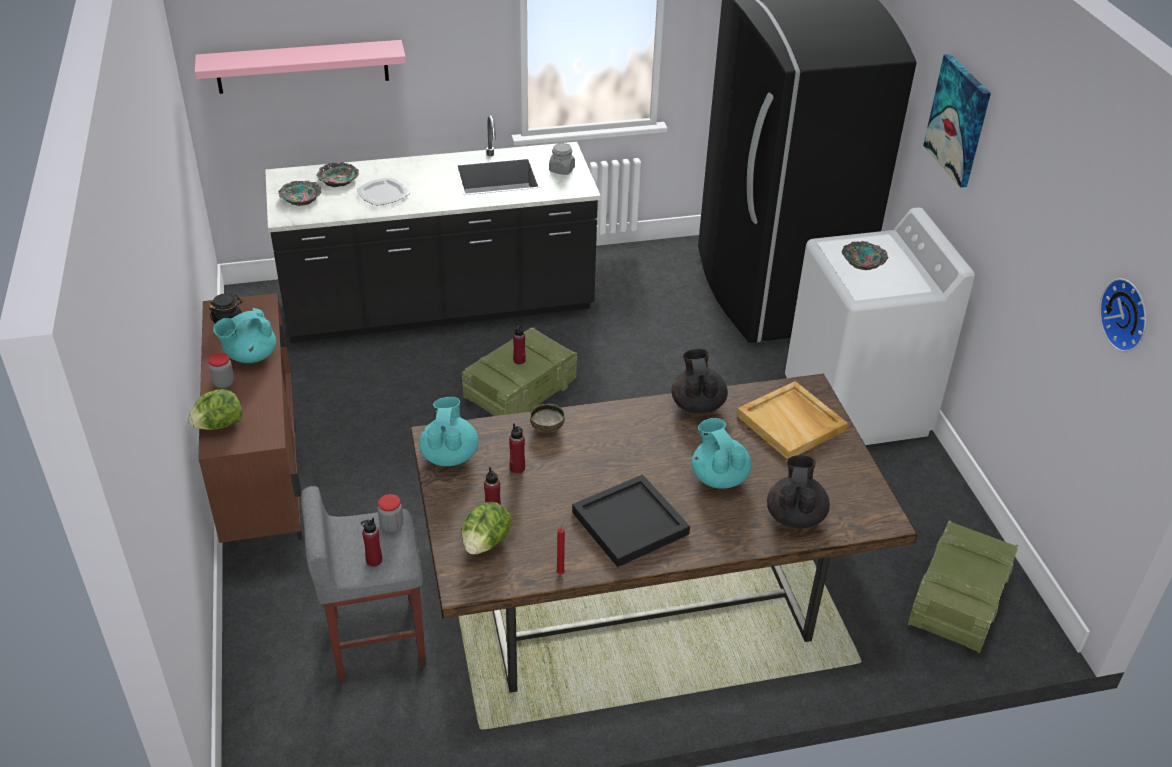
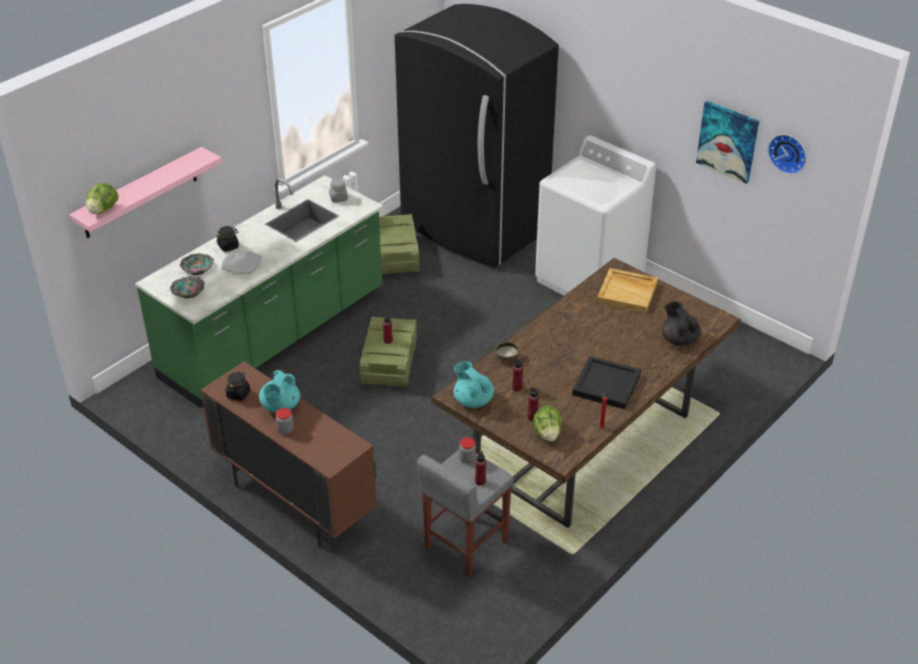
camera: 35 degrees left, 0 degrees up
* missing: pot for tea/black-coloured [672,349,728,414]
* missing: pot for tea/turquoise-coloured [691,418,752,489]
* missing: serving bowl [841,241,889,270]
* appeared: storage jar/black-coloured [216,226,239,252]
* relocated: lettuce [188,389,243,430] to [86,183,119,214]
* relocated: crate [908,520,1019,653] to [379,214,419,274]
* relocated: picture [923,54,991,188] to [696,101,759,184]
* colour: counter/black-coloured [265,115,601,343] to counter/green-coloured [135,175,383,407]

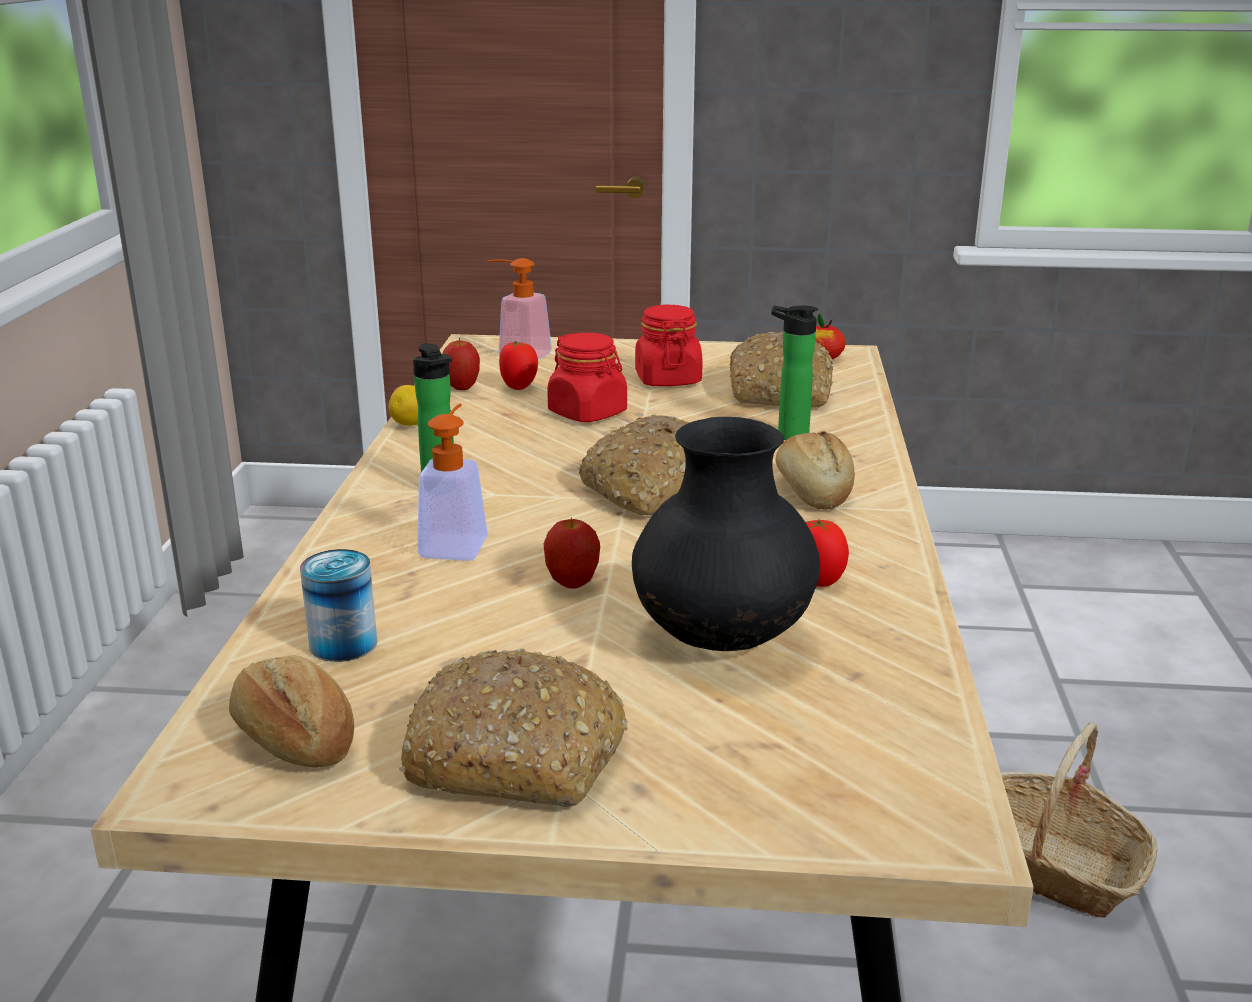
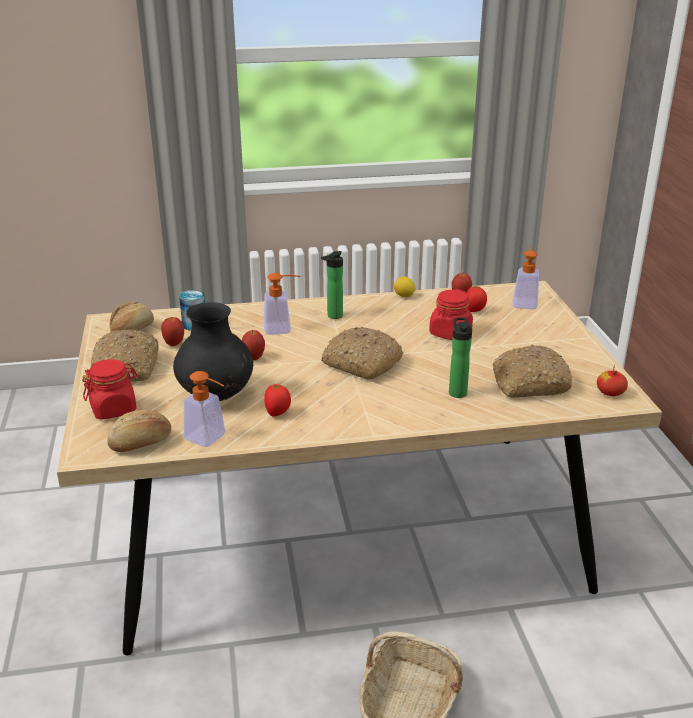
camera: 75 degrees right, 5 degrees up
* appeared: apple fruit [161,317,184,346]
* appeared: soap bottle [184,371,226,447]
* relocated: storage jar/red [635,305,702,386] to [82,359,138,420]
* relocated: bakery bread [776,431,855,510] to [107,410,171,452]

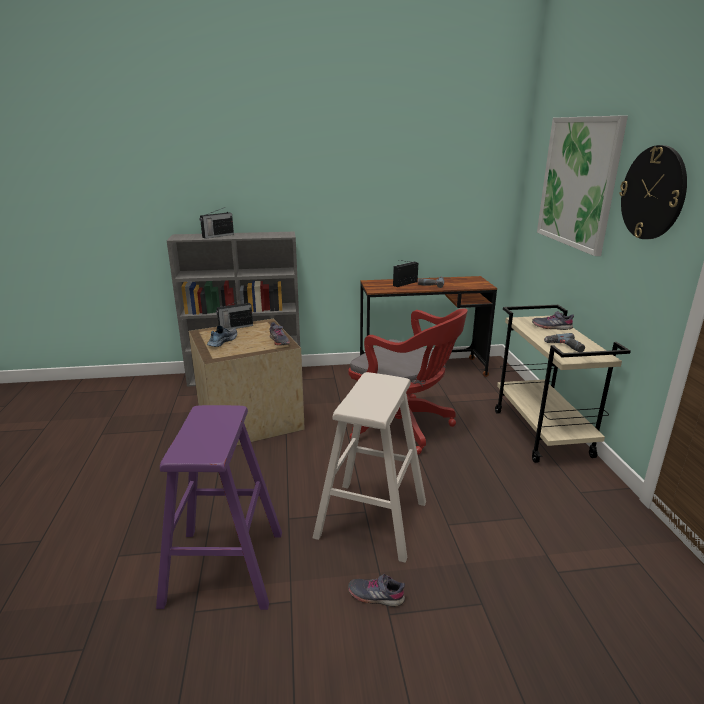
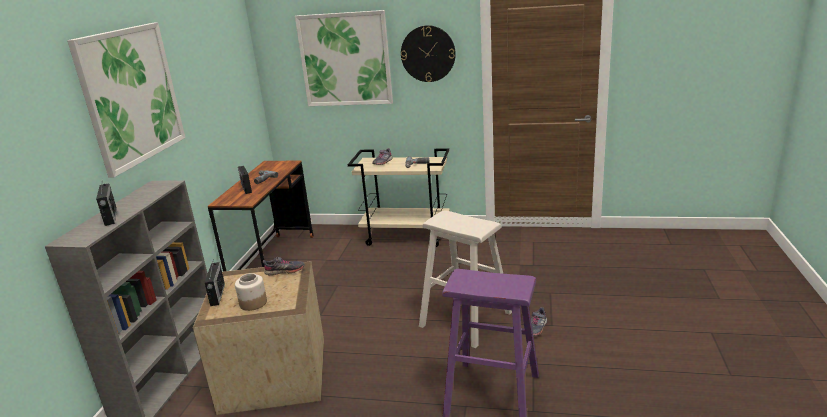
camera: 70 degrees left, 0 degrees up
* missing: computer chair/red [348,308,468,455]
* appeared: picture [67,22,185,177]
* exchanged: low shoe [207,325,237,347] to storage jar [235,273,267,311]

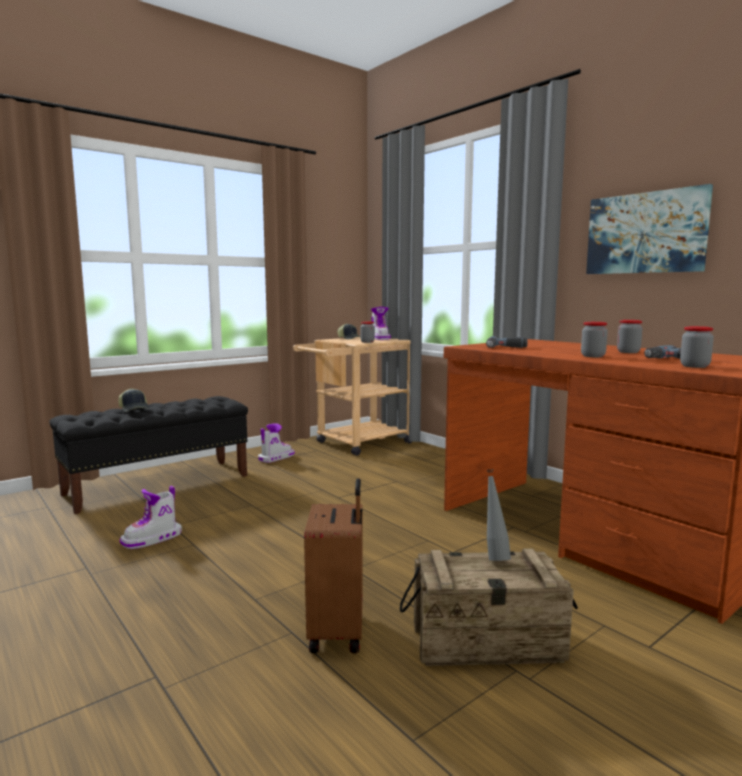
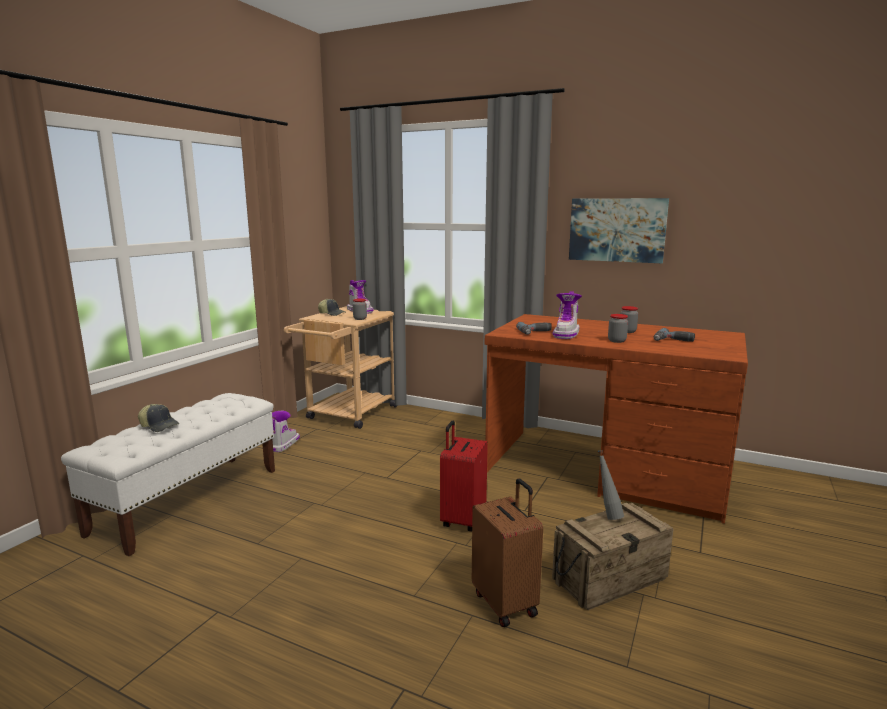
camera: 25 degrees left, 5 degrees up
* missing: storage jar [680,326,714,368]
* appeared: piece of luggage/red [440,421,488,532]
* relocated: boot [120,486,182,549] to [553,291,582,339]
* colour: bench/black-coloured [50,396,248,514] to bench/white-coloured [61,393,275,556]

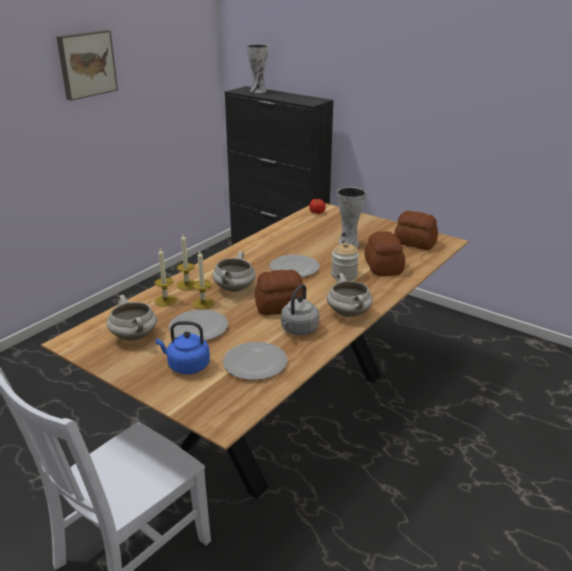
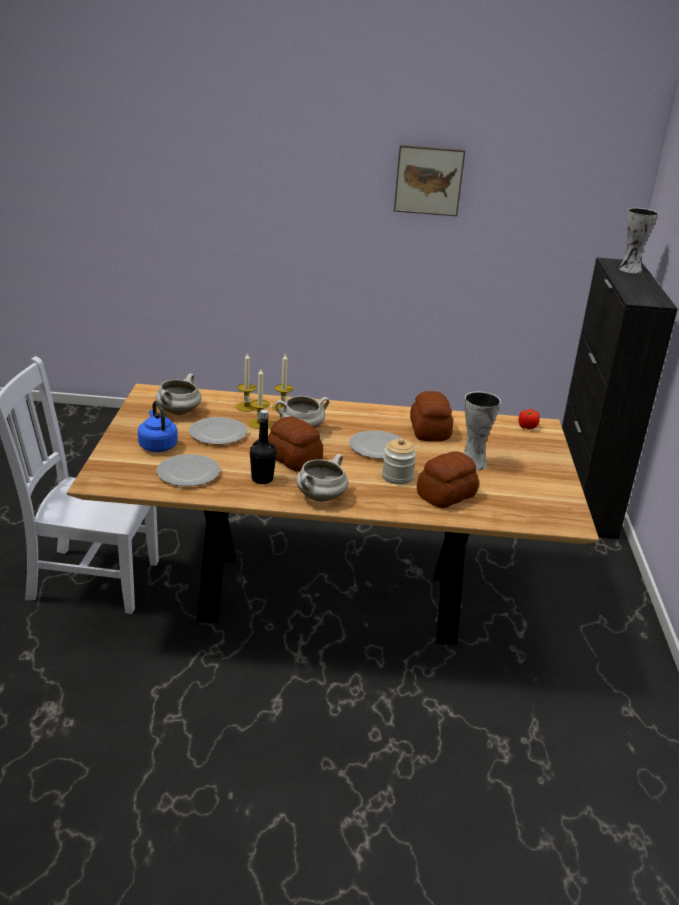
camera: 55 degrees right, 0 degrees up
* relocated: bakery bread [394,211,438,250] to [410,391,453,441]
* exchanged: tea kettle/greyish [281,284,319,335] to bottle/black-coloured [250,410,276,484]

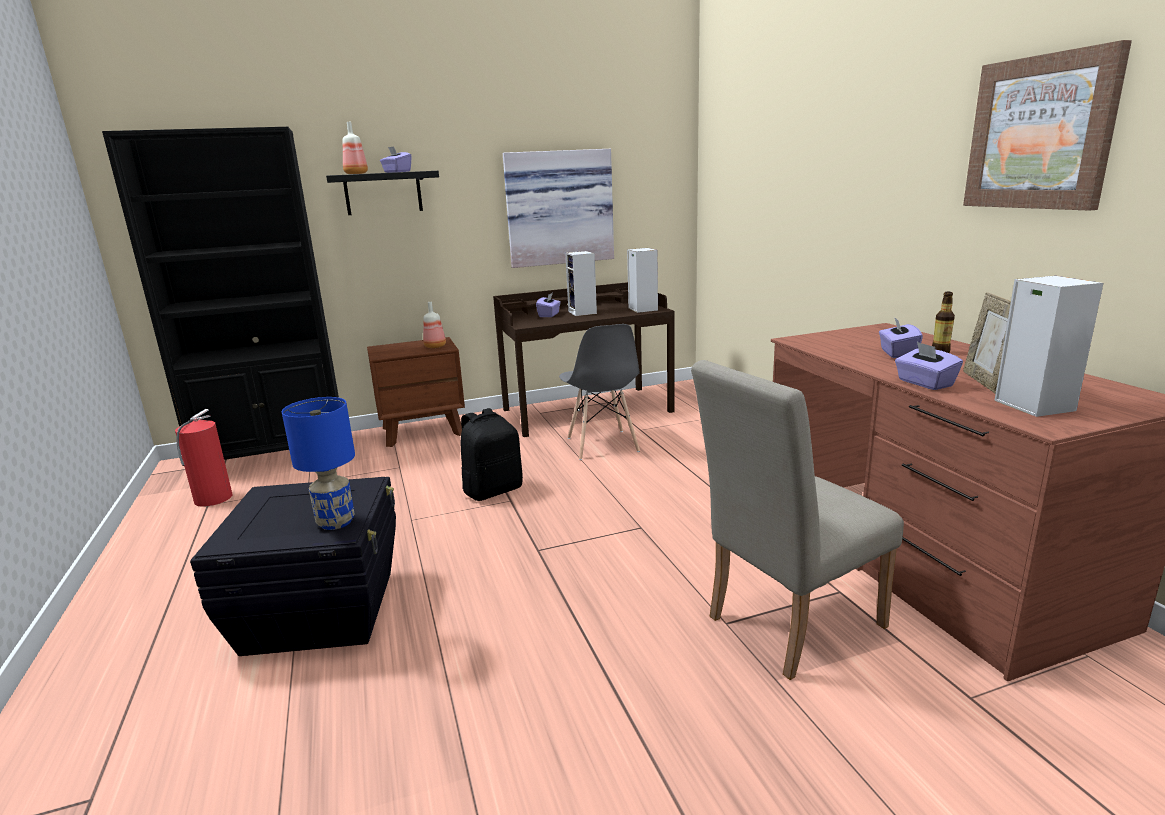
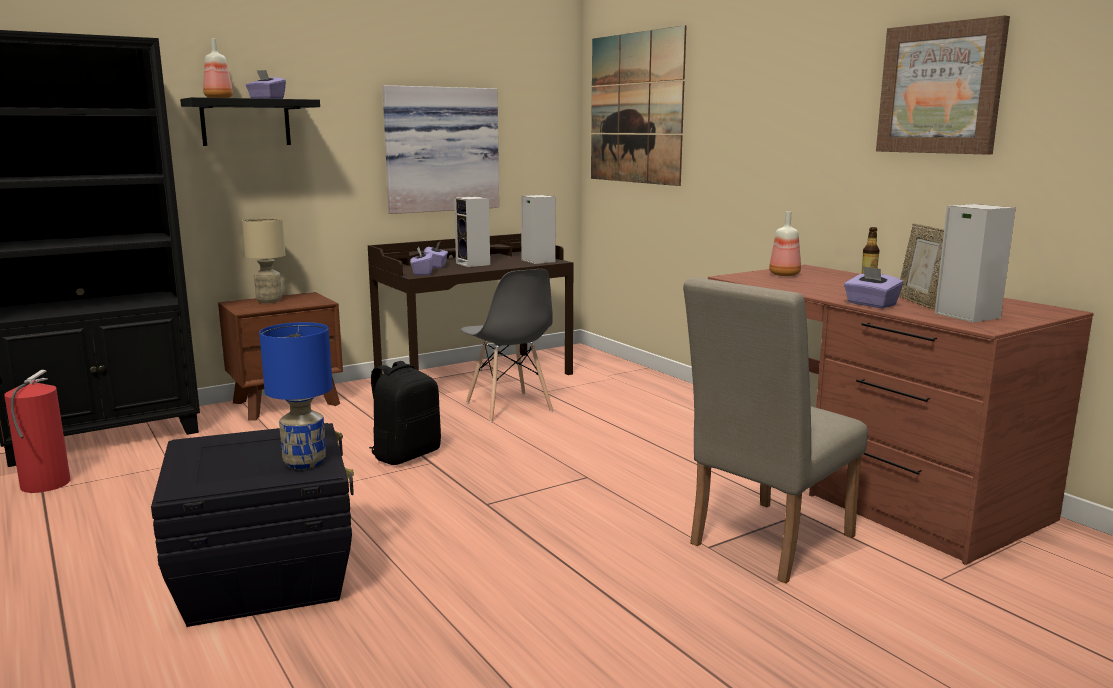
camera: 15 degrees left, 5 degrees down
* appeared: lamp for a table/beige-coloured [242,218,285,303]
* appeared: picture [591,25,687,186]
* relocated: bottle [423,302,446,348] to [769,211,801,276]
* relocated: tissue box/purple-coloured [879,318,923,358] to [410,247,433,275]

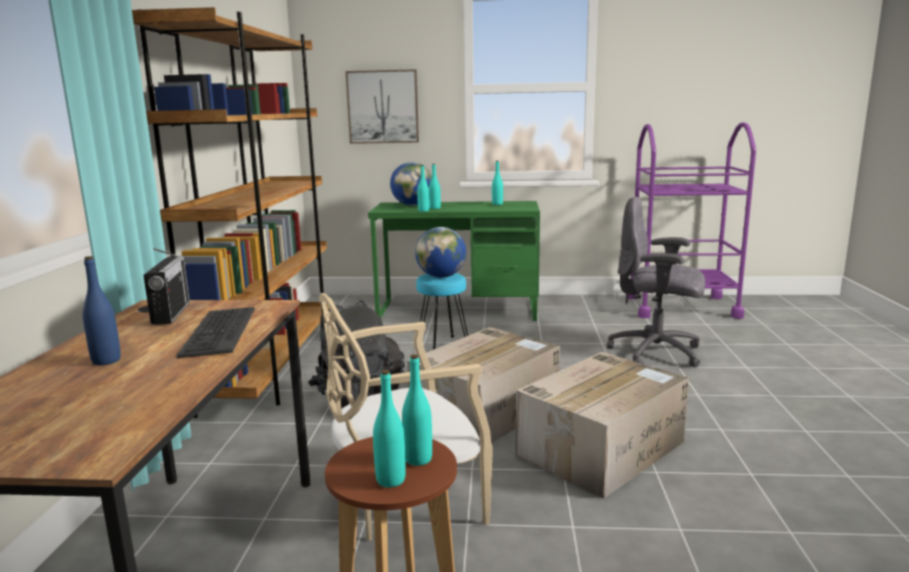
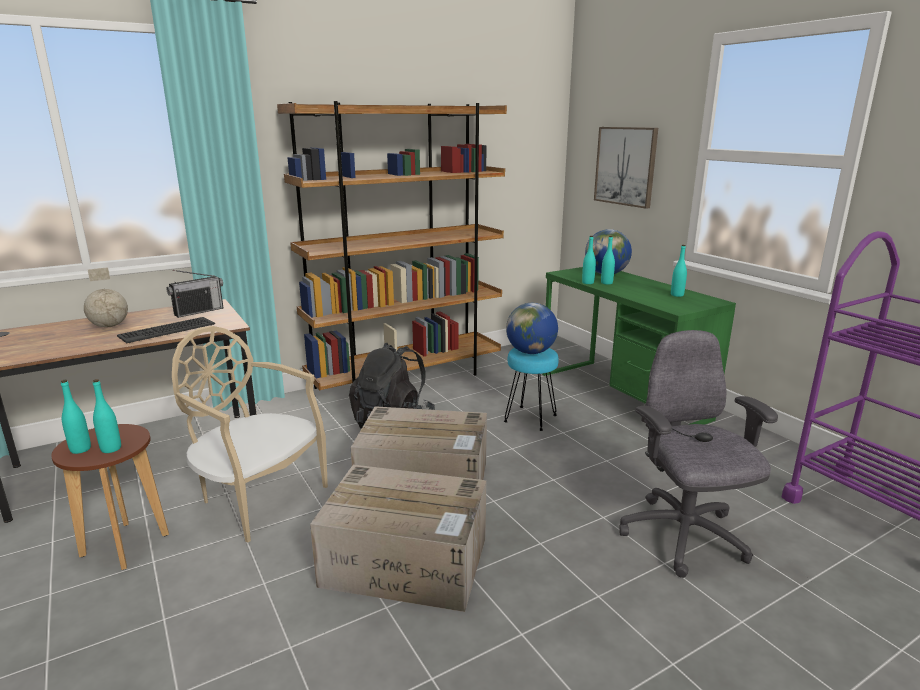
camera: 55 degrees right, 5 degrees up
* exchanged: bottle/blue [83,256,121,365] to world globe [84,267,128,327]

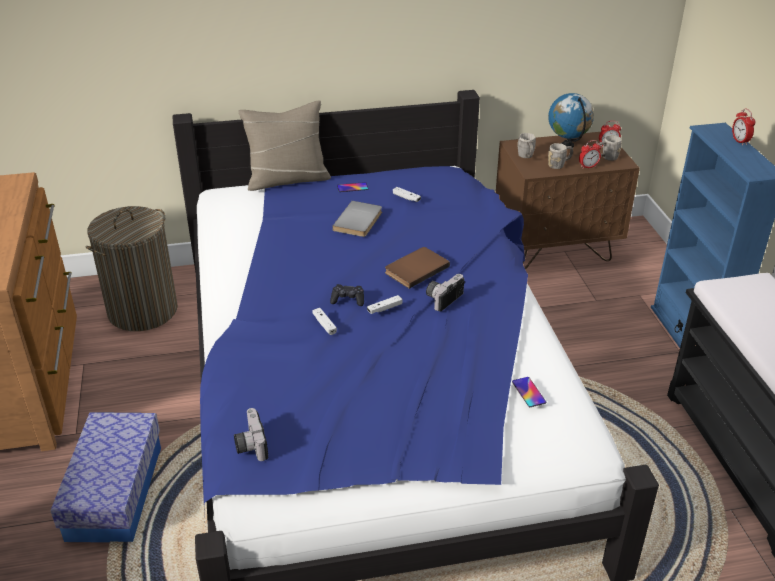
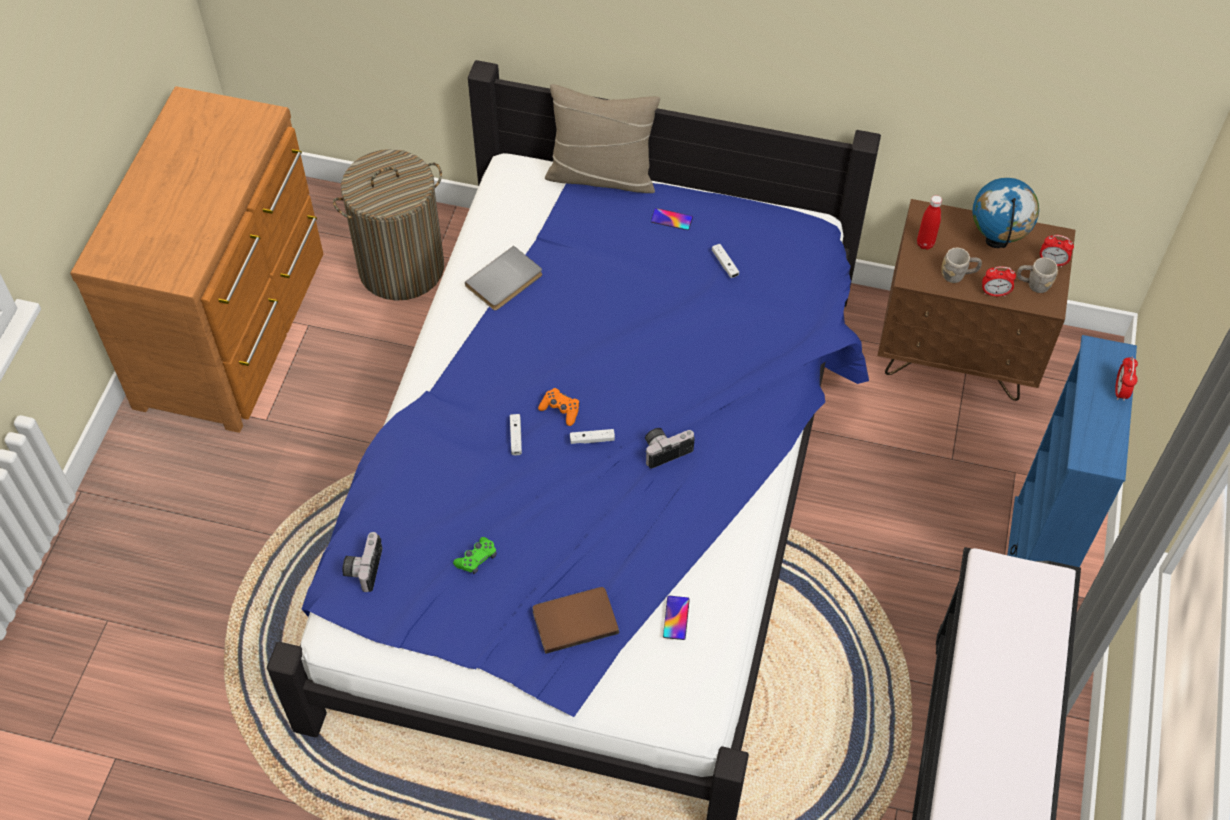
camera: 25 degrees right, 20 degrees up
* missing: storage box [51,412,161,543]
* appeared: joypad/green-coloured [453,537,497,574]
* relocated: bound book/greyish [332,201,382,237] to [465,246,542,310]
* relocated: bound book/brown-coloured [385,247,450,289] to [532,587,619,654]
* exchanged: mug/greyish [517,133,536,158] to bottle/red [917,195,942,250]
* colour: joypad/black-coloured [330,284,364,306] to joypad/orangey [538,388,579,426]

